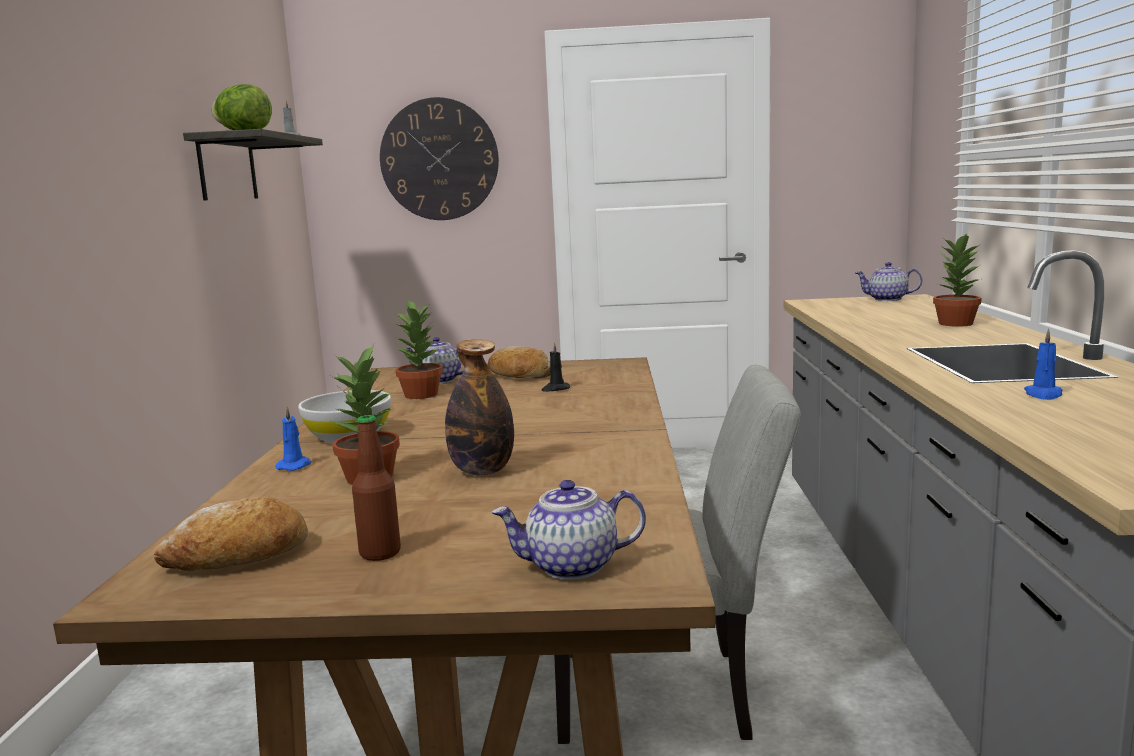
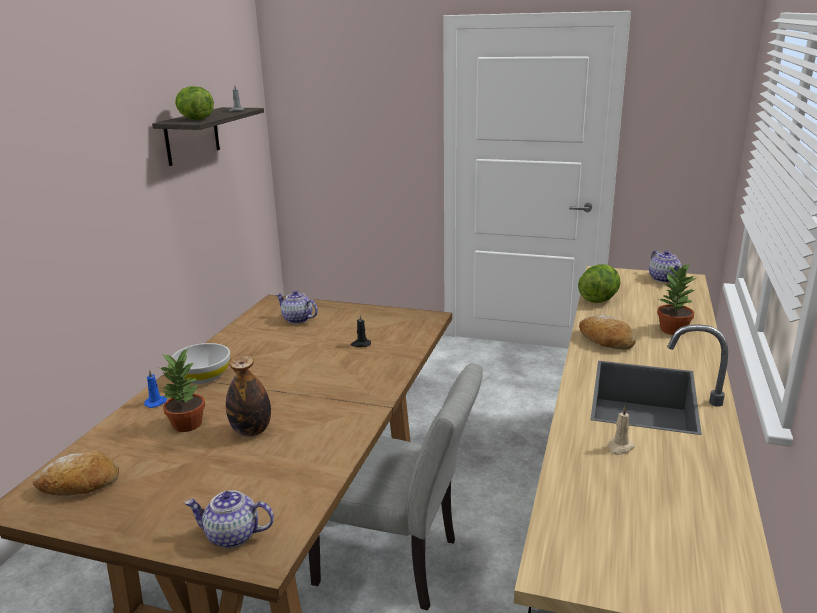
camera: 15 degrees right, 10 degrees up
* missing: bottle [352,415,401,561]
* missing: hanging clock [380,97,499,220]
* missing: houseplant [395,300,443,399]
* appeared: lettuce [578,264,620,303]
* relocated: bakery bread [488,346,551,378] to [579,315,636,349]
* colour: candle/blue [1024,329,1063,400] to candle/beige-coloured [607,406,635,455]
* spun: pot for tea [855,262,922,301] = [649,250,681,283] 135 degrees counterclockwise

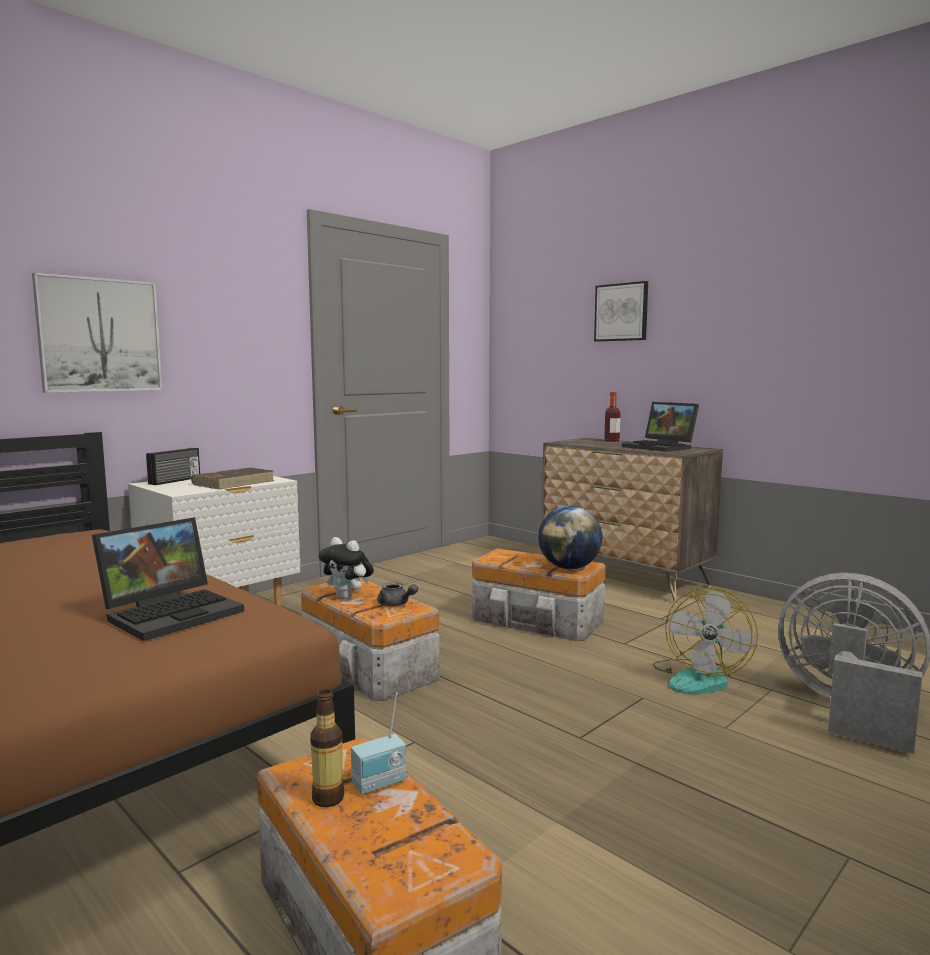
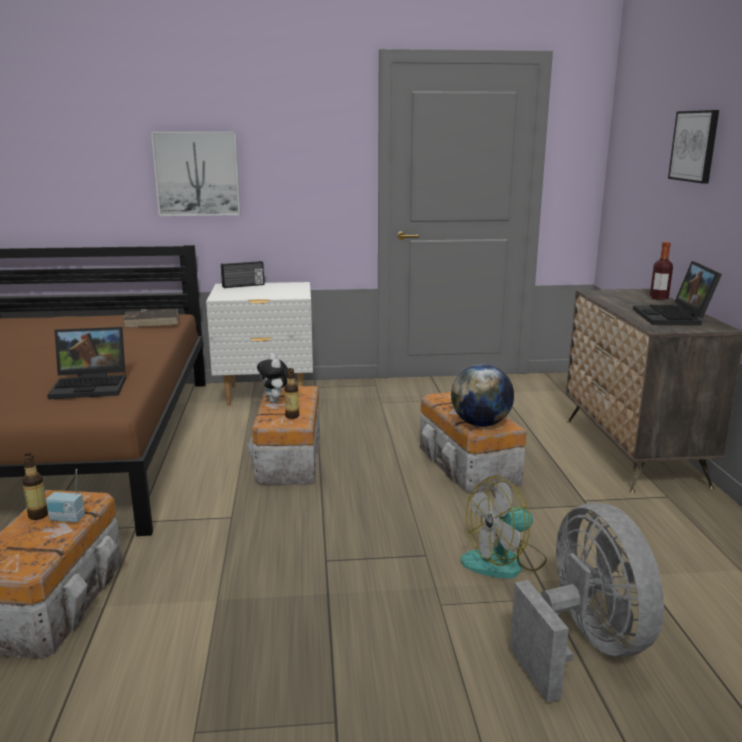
camera: 40 degrees right, 10 degrees up
* relocated: bound book/brown-coloured [191,467,275,489] to [123,309,179,328]
* exchanged: pot for tea/greyish [377,582,418,606] to bottle [284,368,299,419]

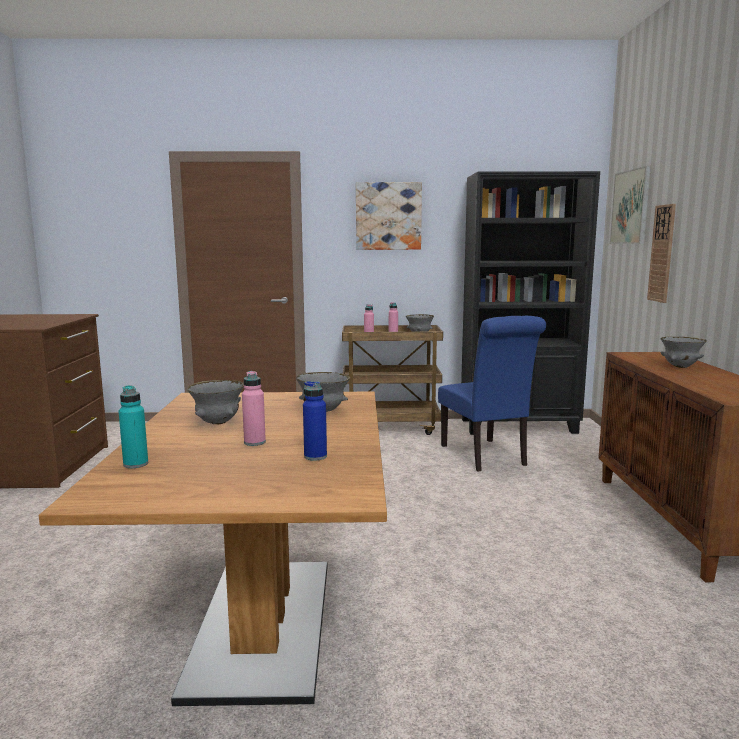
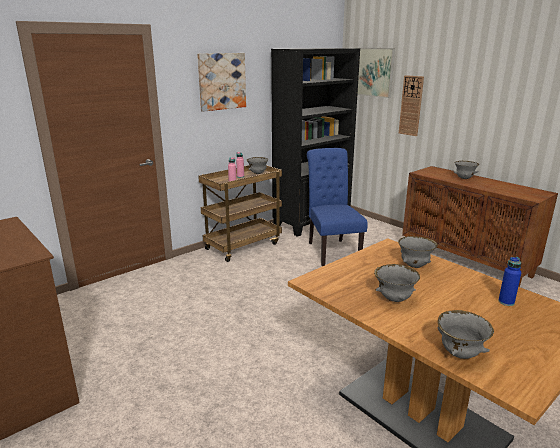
camera: 40 degrees left, 10 degrees up
* missing: bottle/pink [242,371,266,446]
* exchanged: bottle/turquoise-coloured [119,385,148,468] to serving bowl/greyish [437,310,494,359]
* spun: chair/blue [438,316,546,471] = [307,148,368,266] 135 degrees counterclockwise

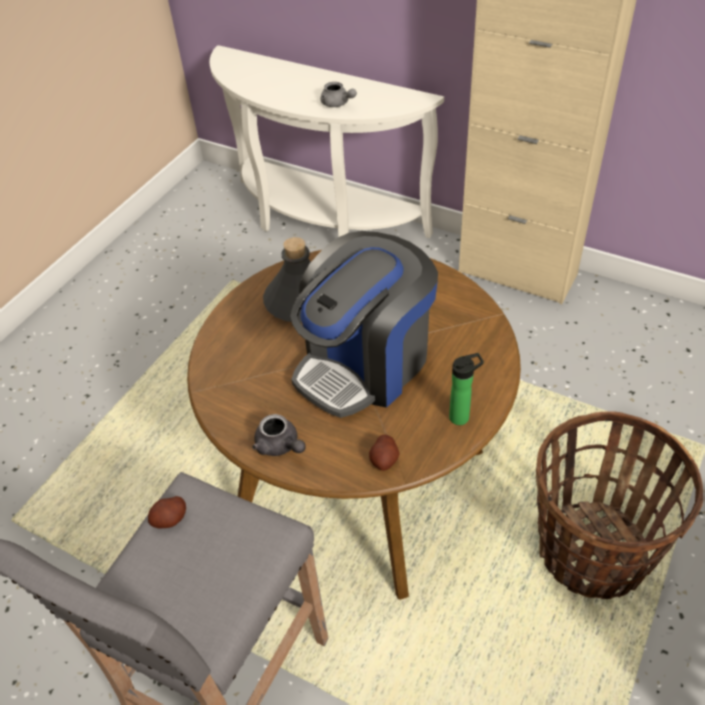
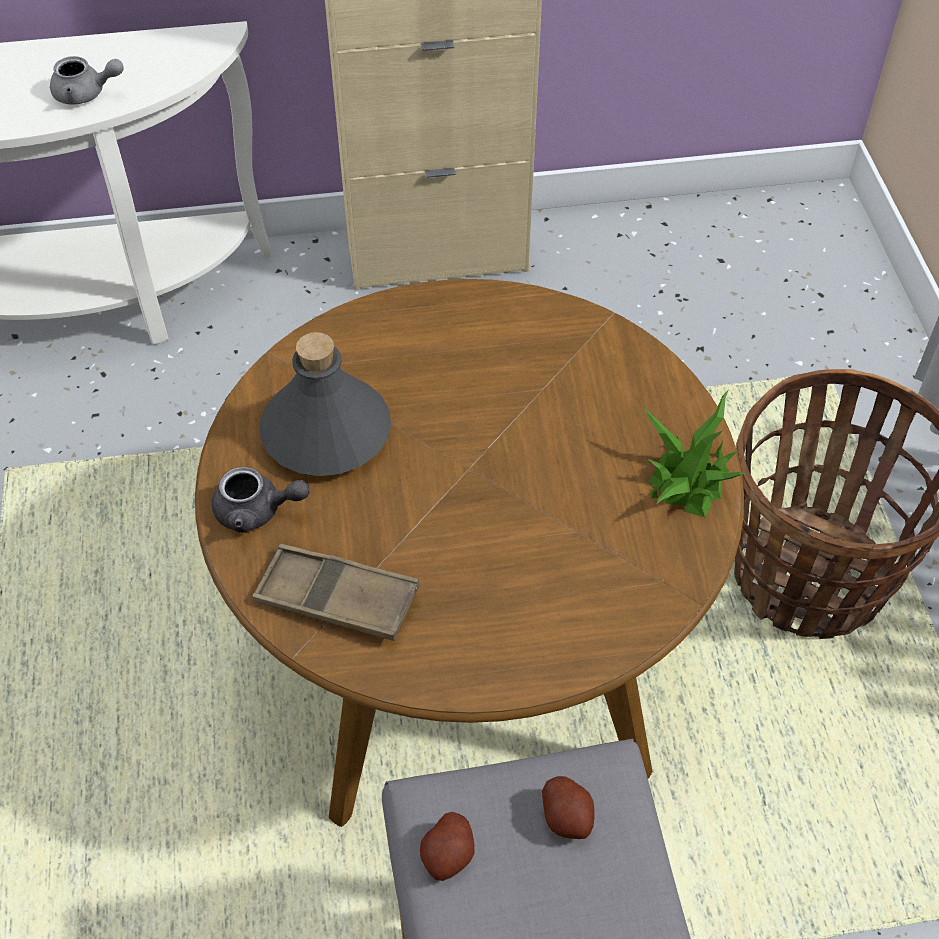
camera: 40 degrees left, 5 degrees up
* missing: coffee machine [290,231,438,418]
* appeared: carrying tray/brown-coloured [252,544,420,641]
* relocated: pot for tea/greyish [252,414,306,456] to [212,467,309,533]
* relocated: potato [369,435,400,471] to [542,776,595,839]
* exchanged: bottle [449,353,484,425] to houseplant [643,389,746,517]

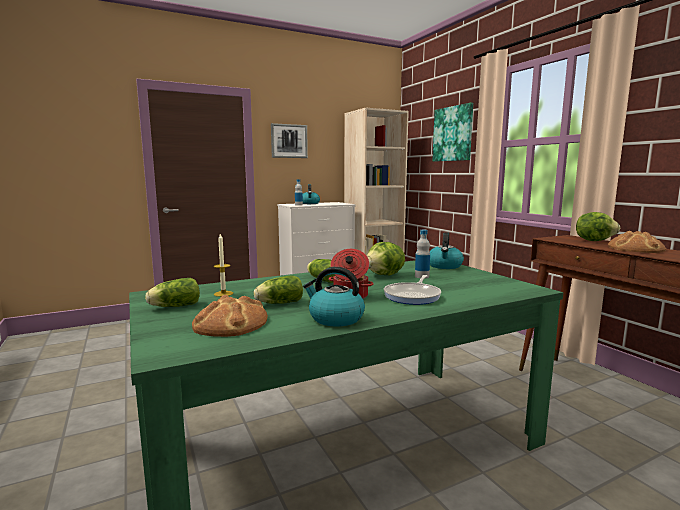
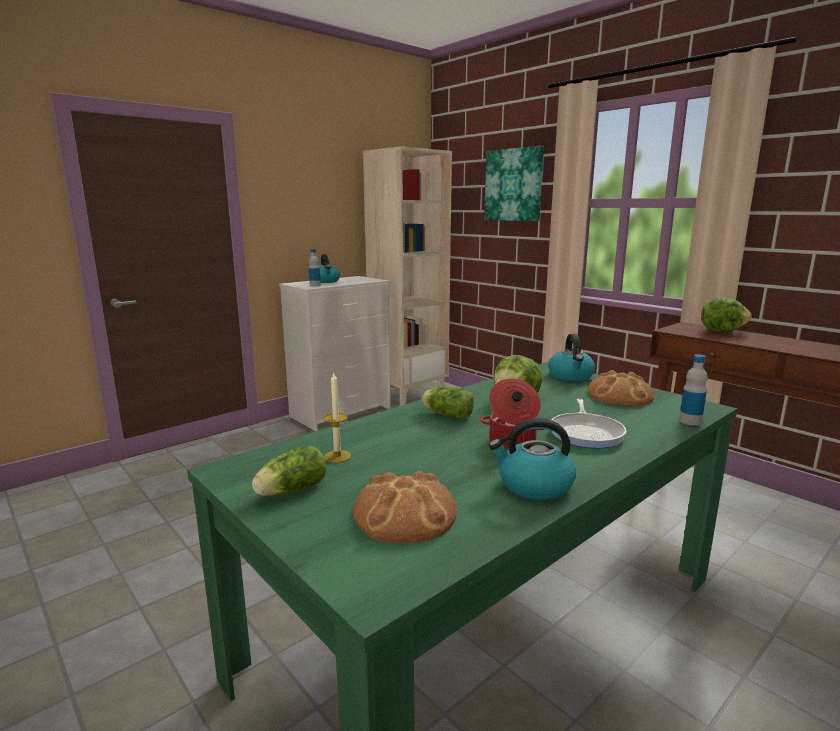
camera: 15 degrees left, 5 degrees up
* missing: lettuce [254,276,303,304]
* missing: picture [271,123,308,158]
* relocated: bottle [415,230,430,279] to [679,354,708,426]
* relocated: bakery bread [608,231,666,253] to [587,370,655,406]

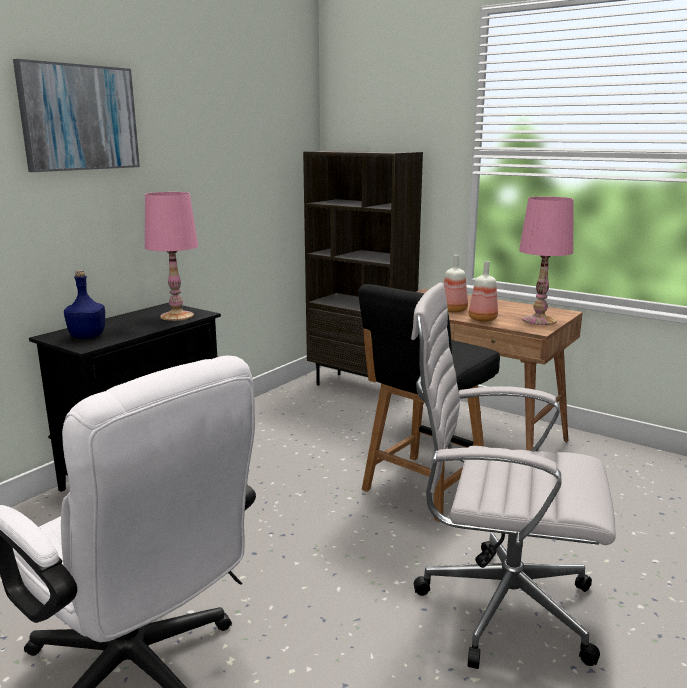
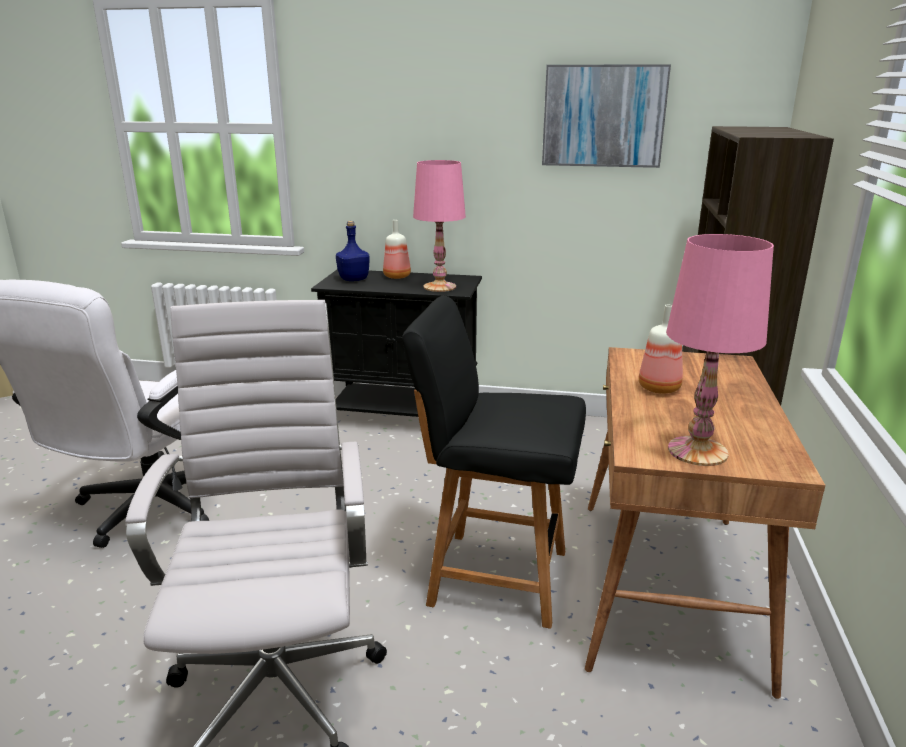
camera: 65 degrees right, 5 degrees up
* relocated: picture [13,59,140,172] to [542,64,671,168]
* relocated: bottle [469,261,498,322] to [383,220,411,279]

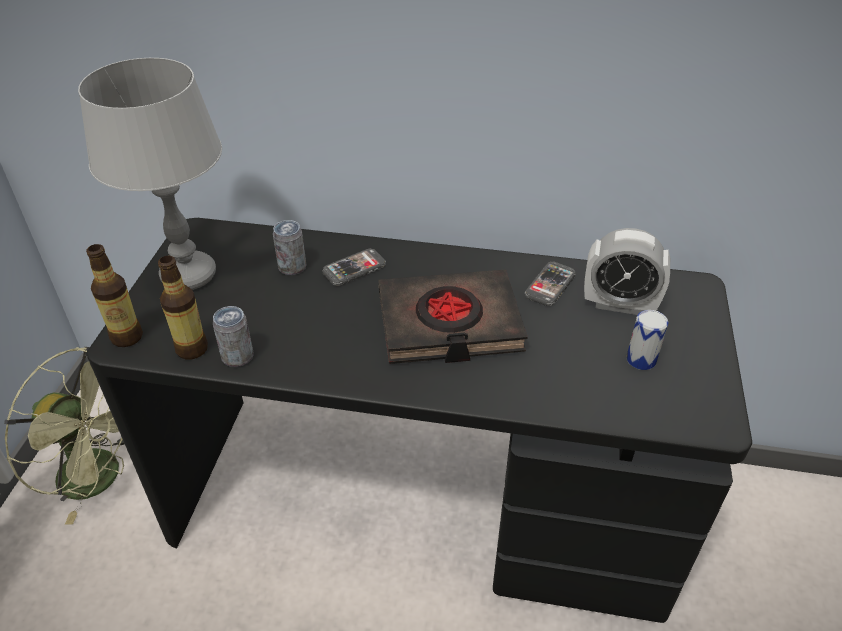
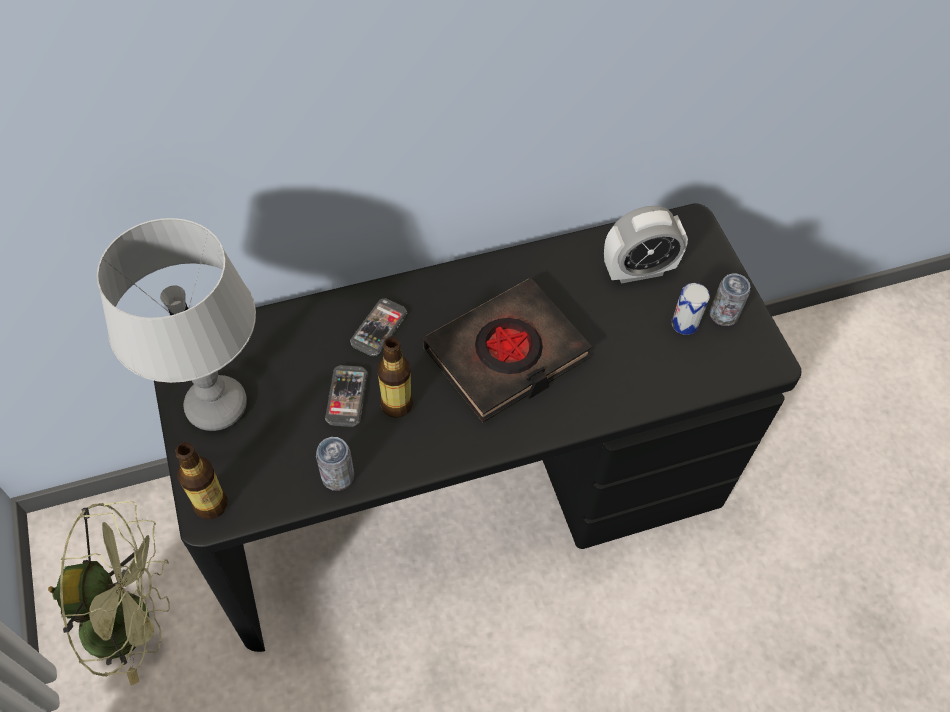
camera: 30 degrees left, 15 degrees up
* relocated: bottle [158,256,208,360] to [377,337,413,418]
* relocated: sealed can [273,220,306,275] to [709,273,750,326]
* relocated: handset [525,262,576,306] to [325,365,368,427]

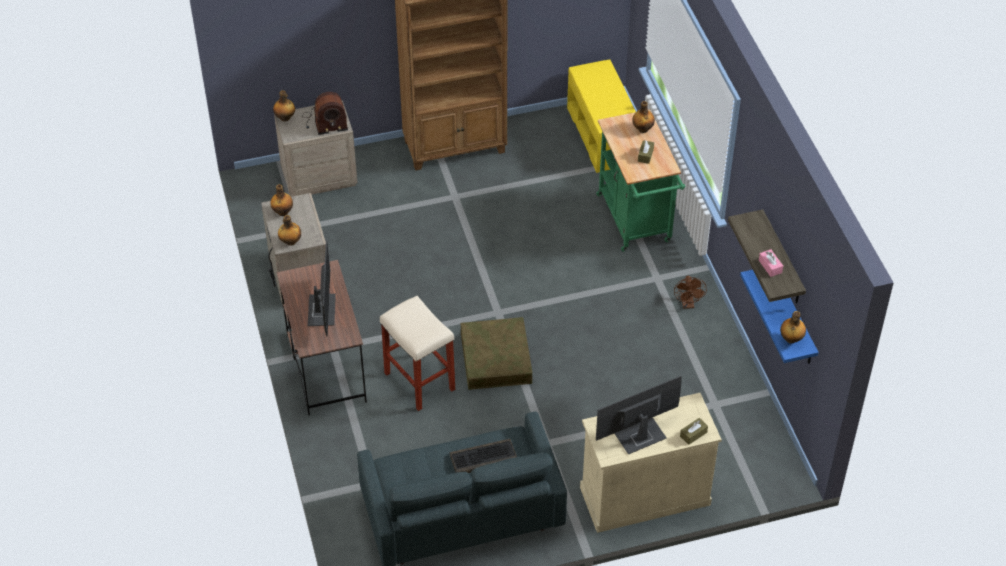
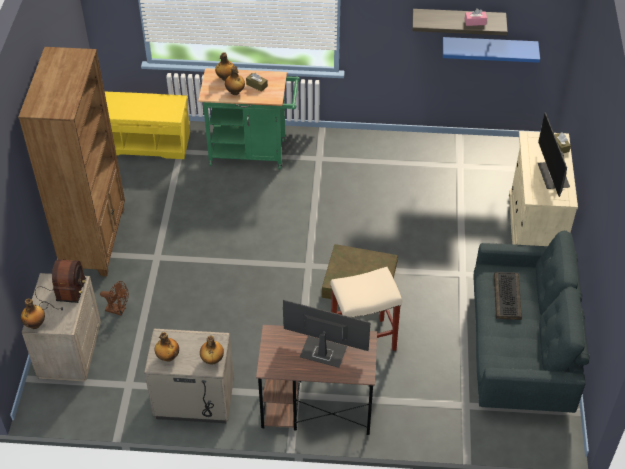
camera: 70 degrees left, 0 degrees up
* relocated: cooling fan/brown-coloured [674,275,707,309] to [100,281,129,315]
* relocated: bottle [780,311,806,344] to [225,66,245,95]

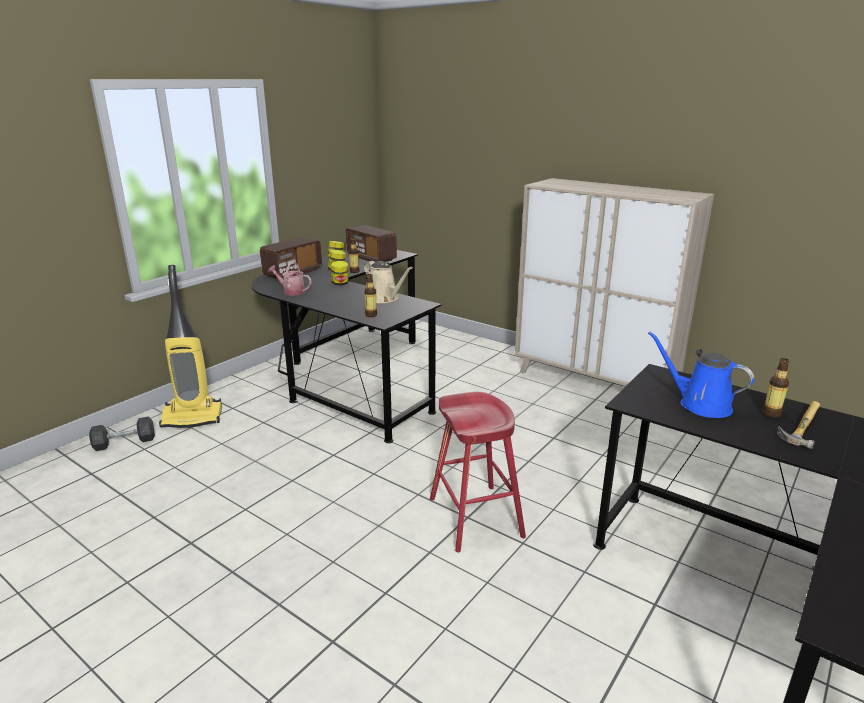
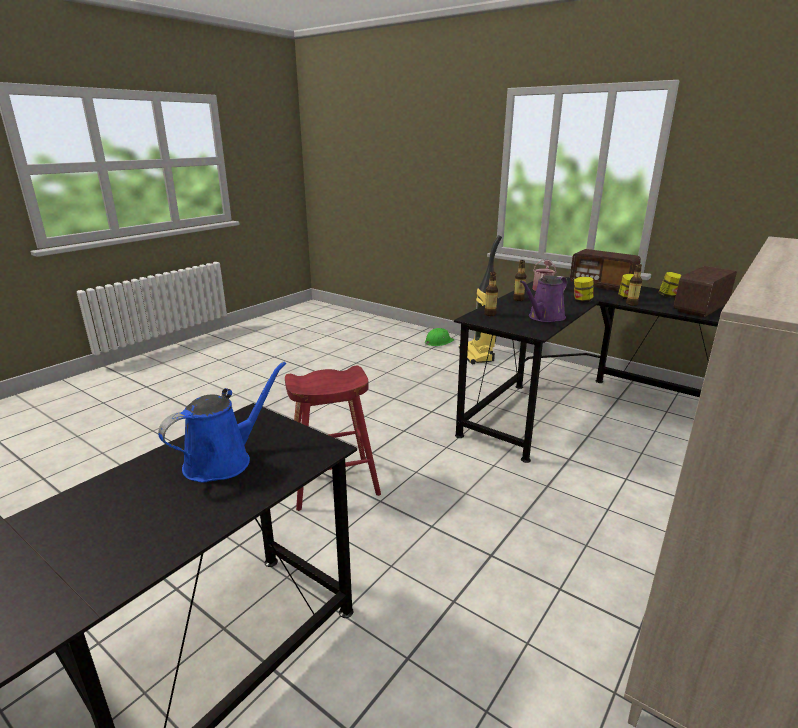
camera: 90 degrees right, 0 degrees up
* missing: hammer [777,401,820,449]
* relocated: bottle [762,358,789,418] to [513,260,526,301]
* exchanged: free weight/greyish [89,416,155,451] to work helmet/green-coloured [425,328,454,346]
* colour: watering pot/beige-coloured [364,261,413,303] to watering pot/purple-coloured [520,275,567,322]

